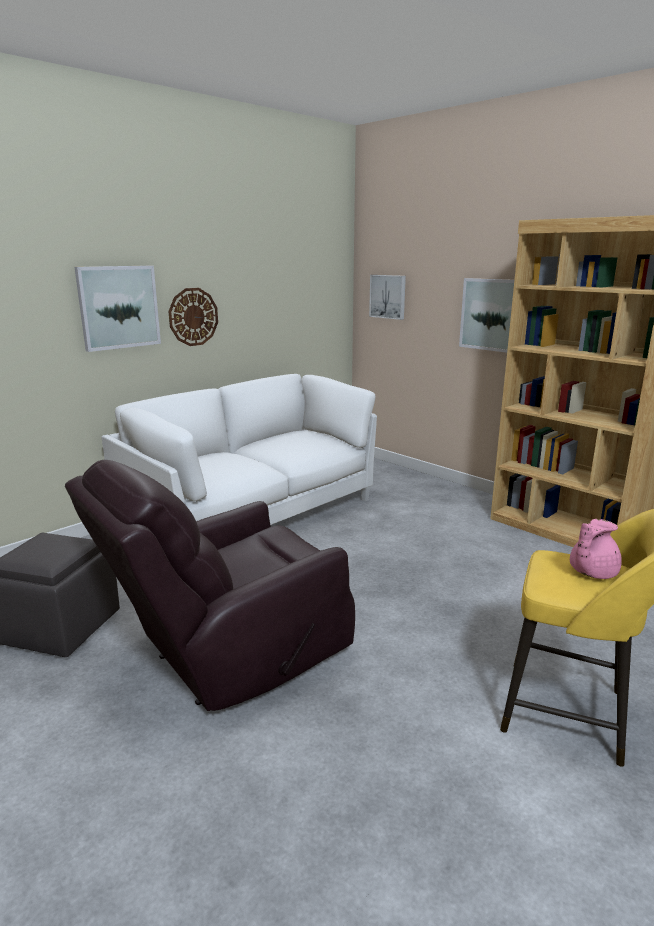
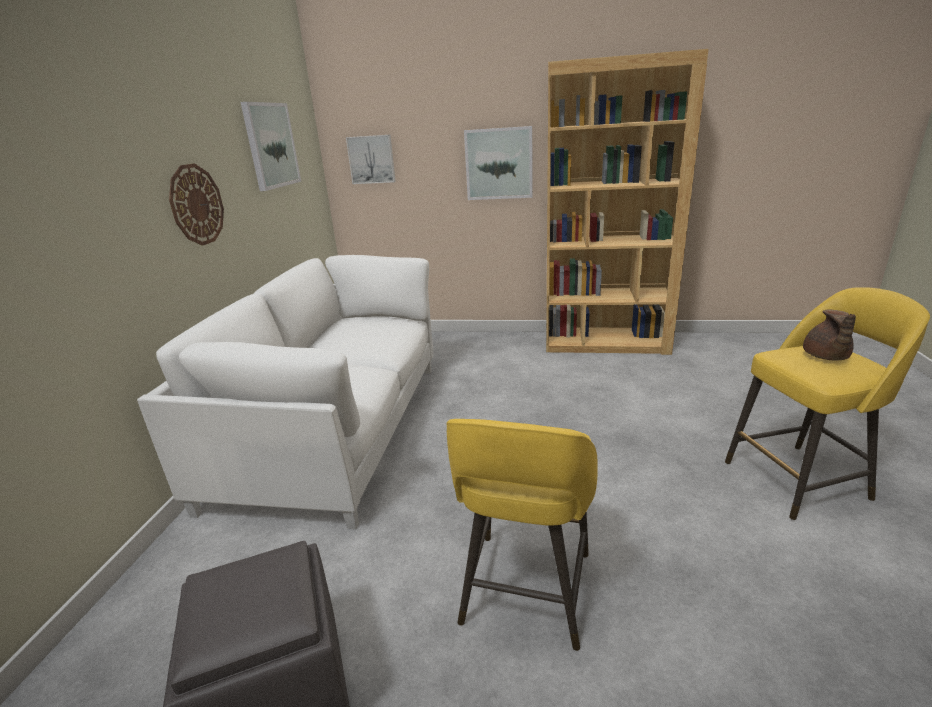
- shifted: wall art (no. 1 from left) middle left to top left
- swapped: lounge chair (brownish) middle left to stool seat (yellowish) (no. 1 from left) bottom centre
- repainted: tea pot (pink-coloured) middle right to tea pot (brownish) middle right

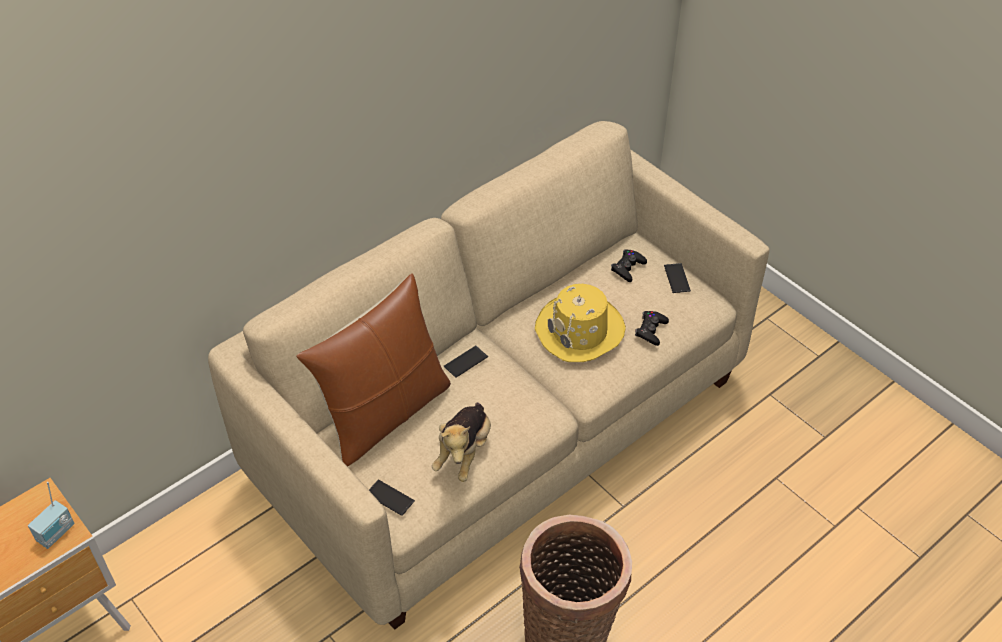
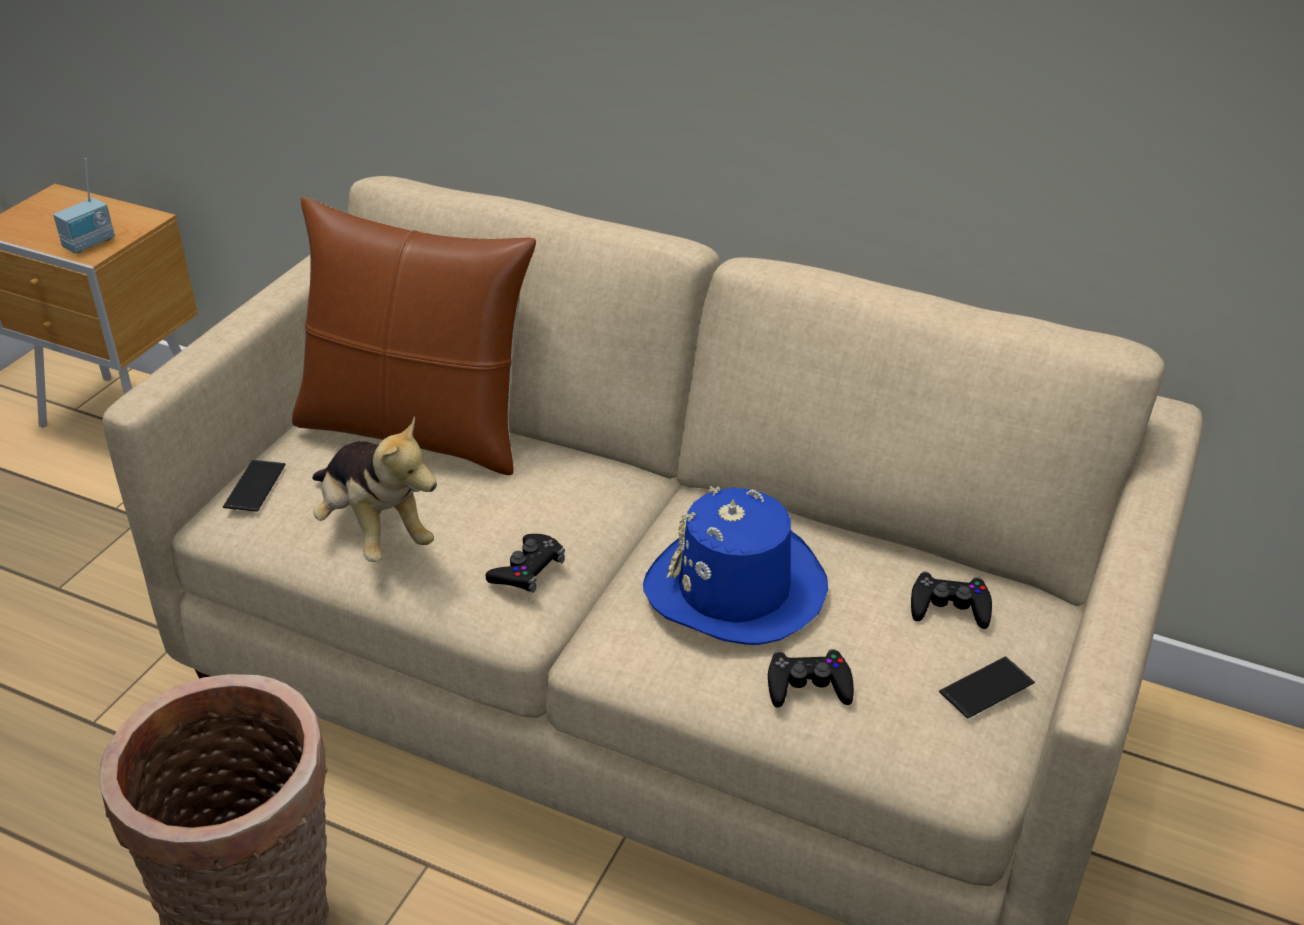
- repainted: clothing hat (yellowish) centre to clothing hat (bluish) centre
- gone: phone (no. 2 from left) centre
- rotated: soft toy bottom centre = middle left 120 degrees counterclockwise
- rotated: radio set bottom left = top left 60 degrees counterclockwise
- new: game controller (black) (no. 1 from left) centre

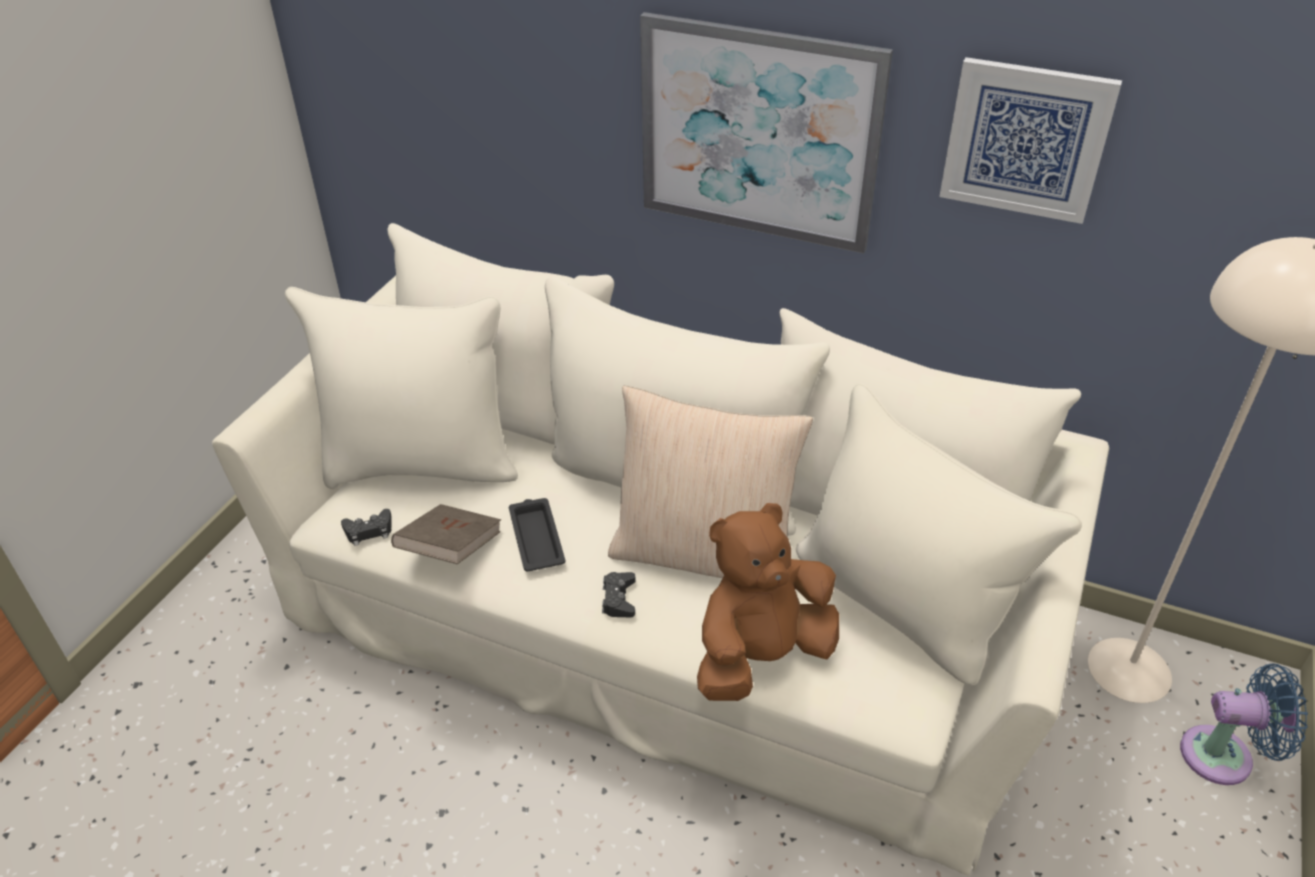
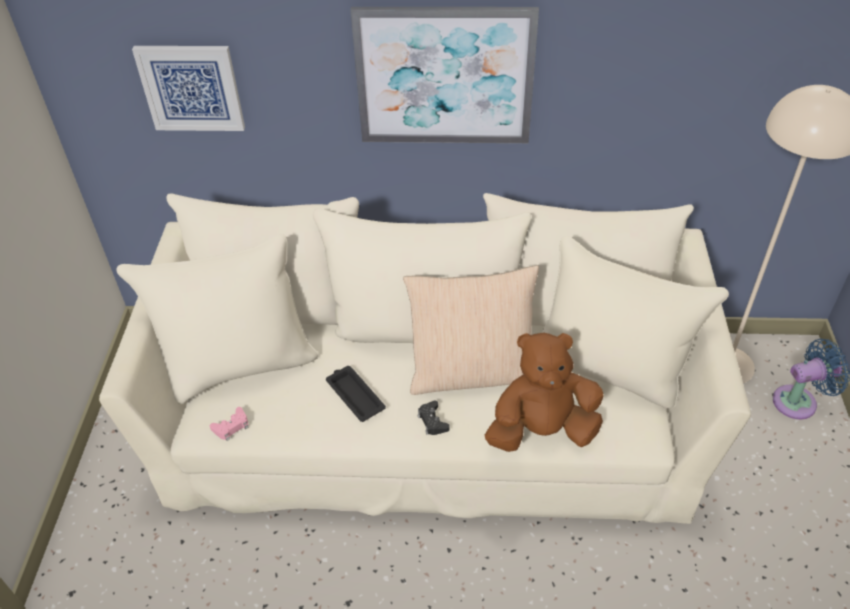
- shifted: wall art (no. 2 from left in the first image) top right to wall art (no. 1 from left) top left
- rotated: soft toy (brownish) bottom centre = centre 45 degrees clockwise
- gone: bound book (brownish) centre
- repainted: game controller (black) (no. 1 from left) middle left to game controller (pink-coloured) bottom left

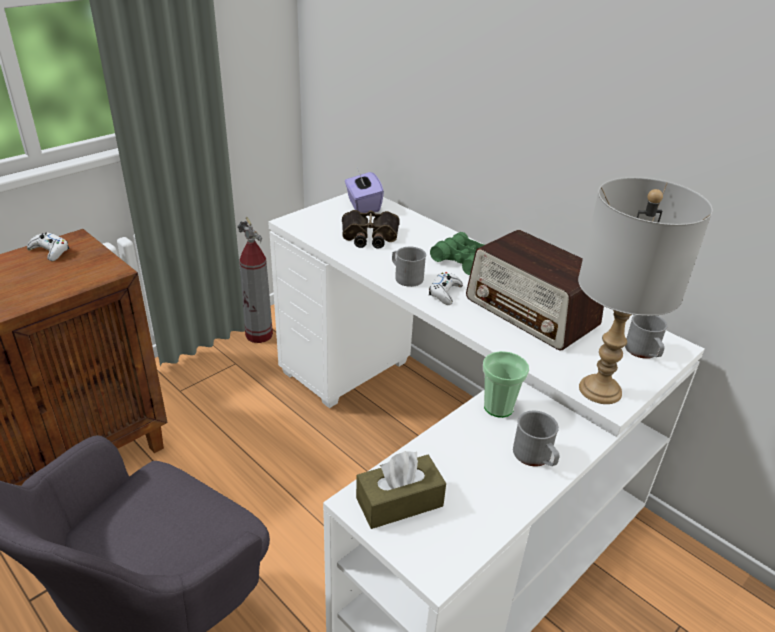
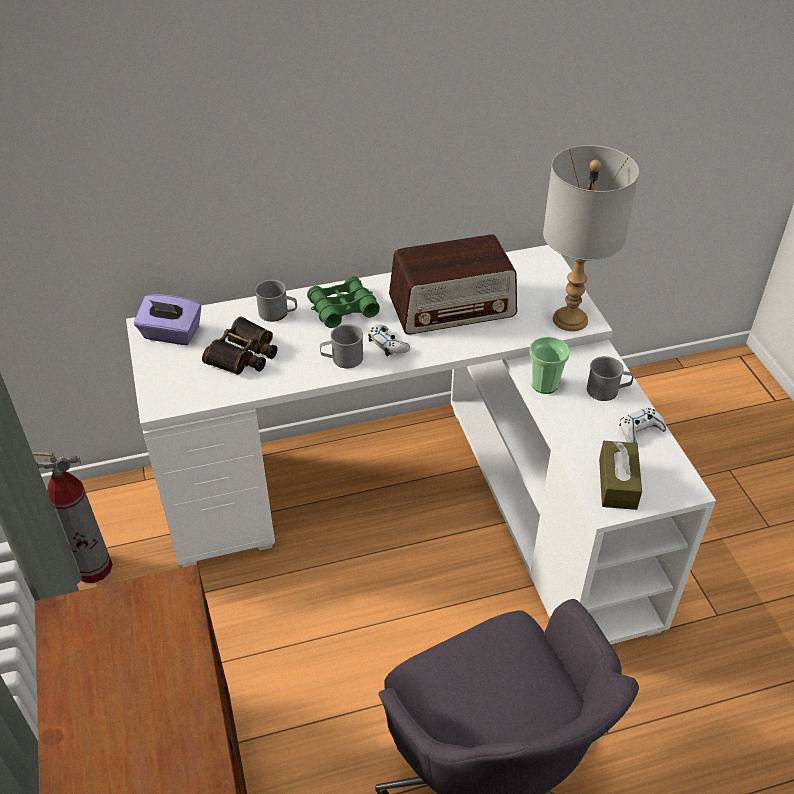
- shifted: game controller (white) (no. 1 from left in the first image) middle left to game controller (white) (no. 2 from left) middle right
- shifted: tea mug (gray) (no. 3 from left in the first image) middle right to tea mug (gray) (no. 1 from left) centre

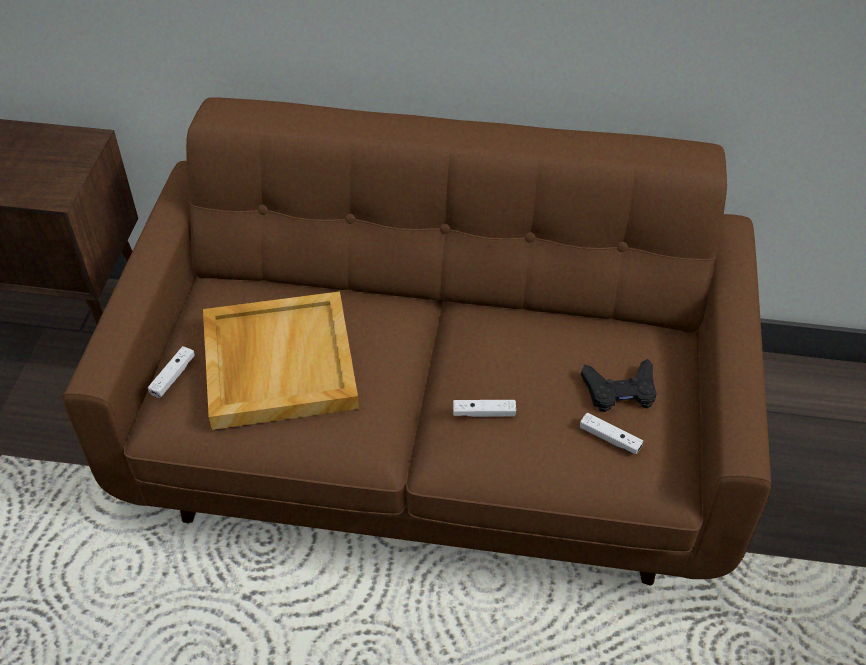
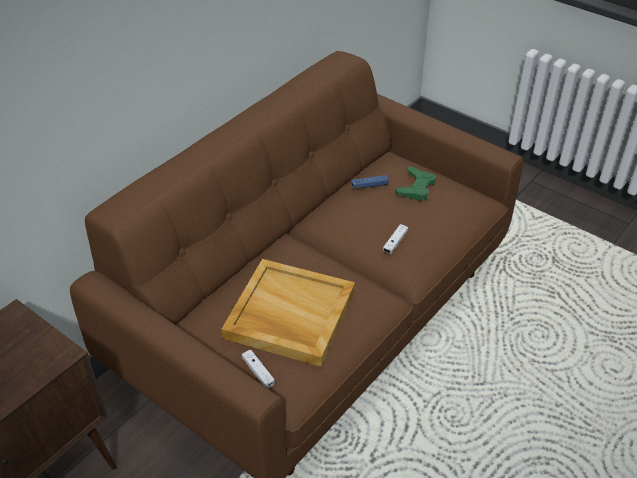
- repainted: game controller (black) middle right to game controller (greenish) centre
- gone: game controller (white) (no. 3 from left) middle right
- new: game controller (bluish) centre

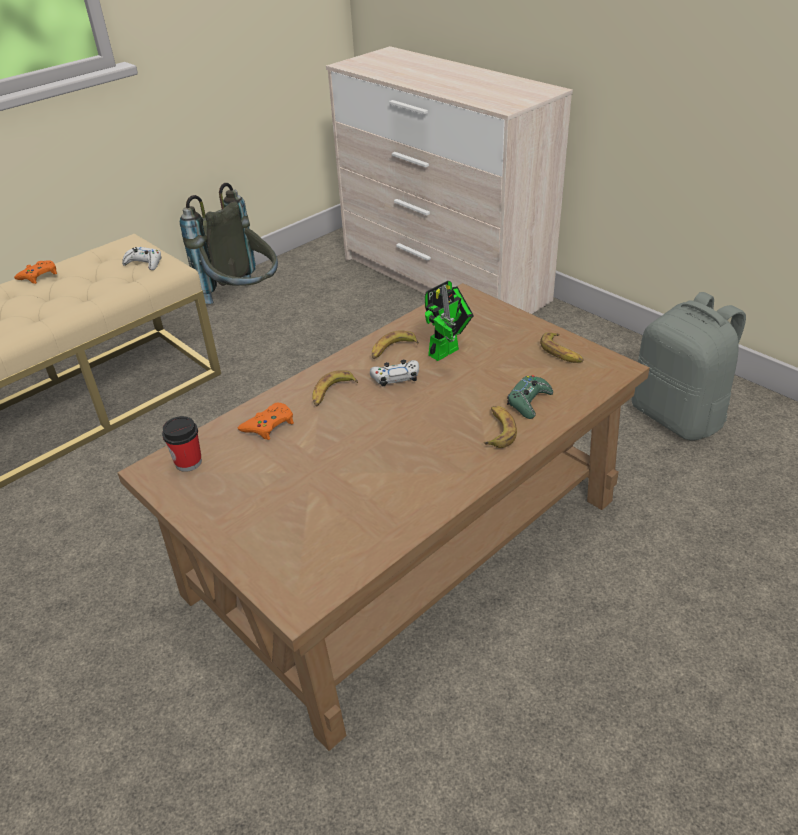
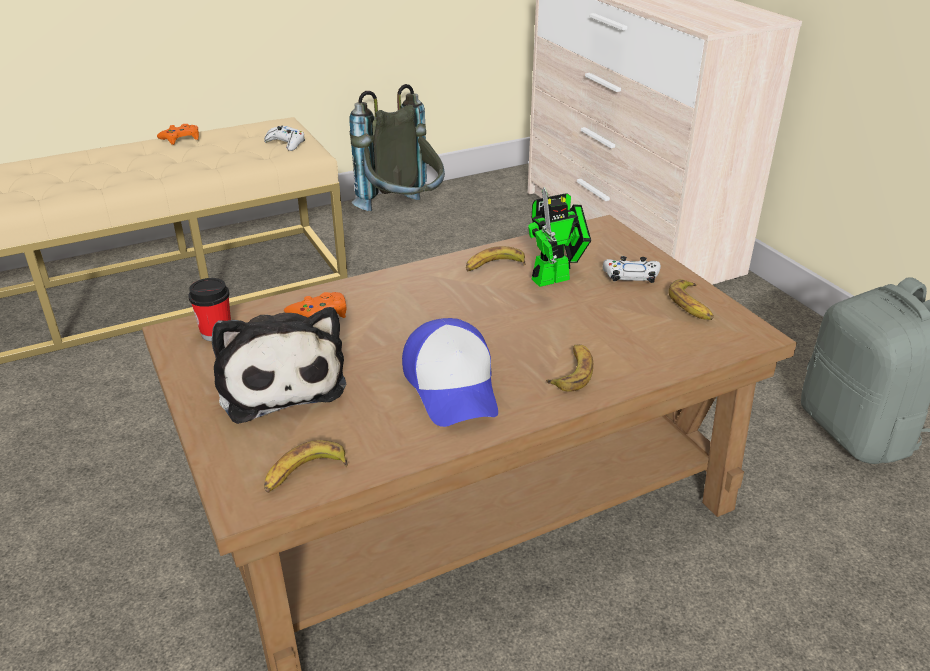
- shifted: game controller (white) (no. 2 from left) centre to middle right
- shifted: whole banana (no. 1 from left) centre to bottom left
- gone: game controller (greenish) centre
- new: soft toy middle left
- new: cap centre

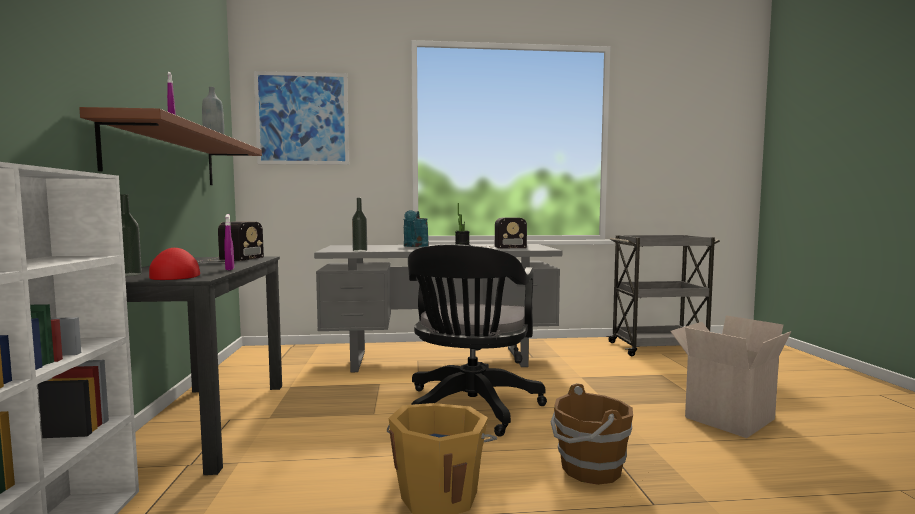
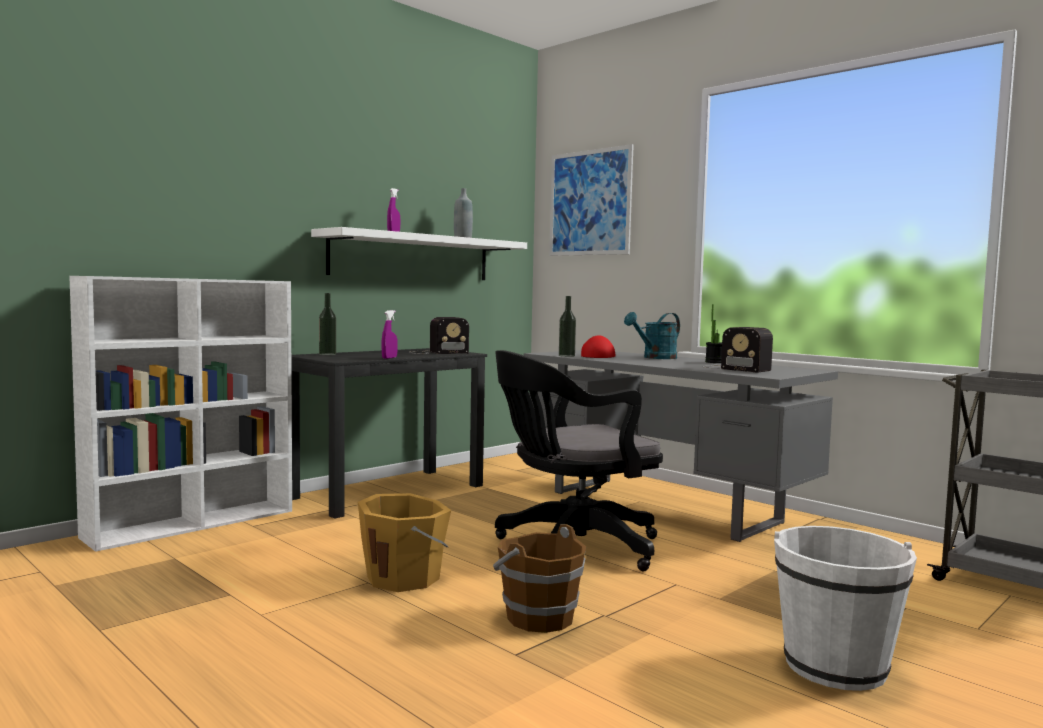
- repainted: wall shelf (brownish) top left to wall shelf (white) centre
- shifted: cap (red) middle left to centre
- swapped: cardboard box bottom right to pail (white) bottom right

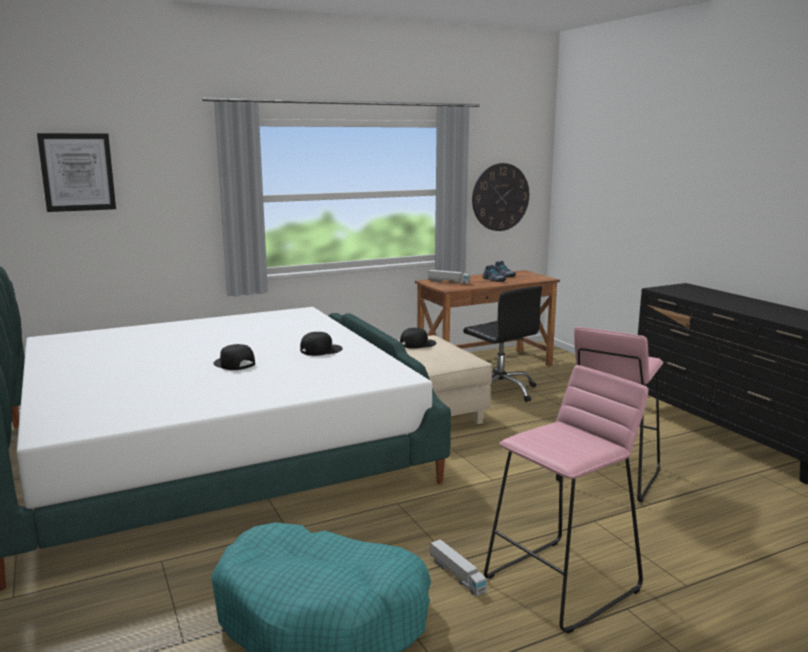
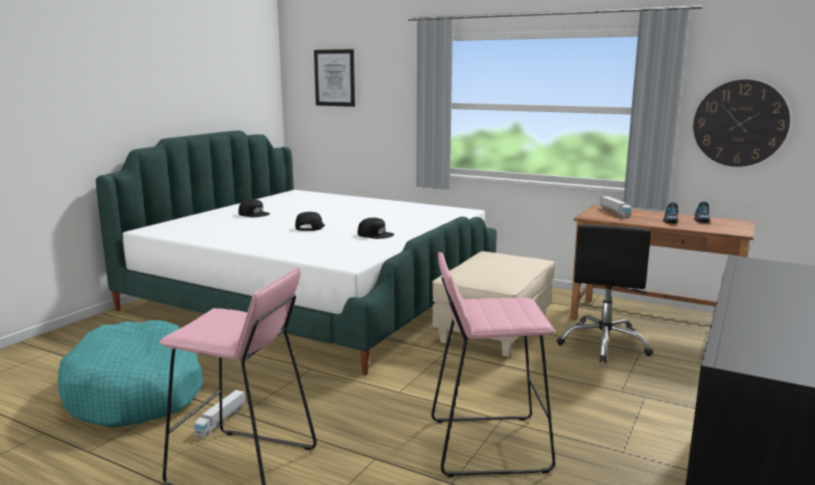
- shifted: cap (black) (no. 3 from left in the first image) centre to cap (black) (no. 1 from left) middle left

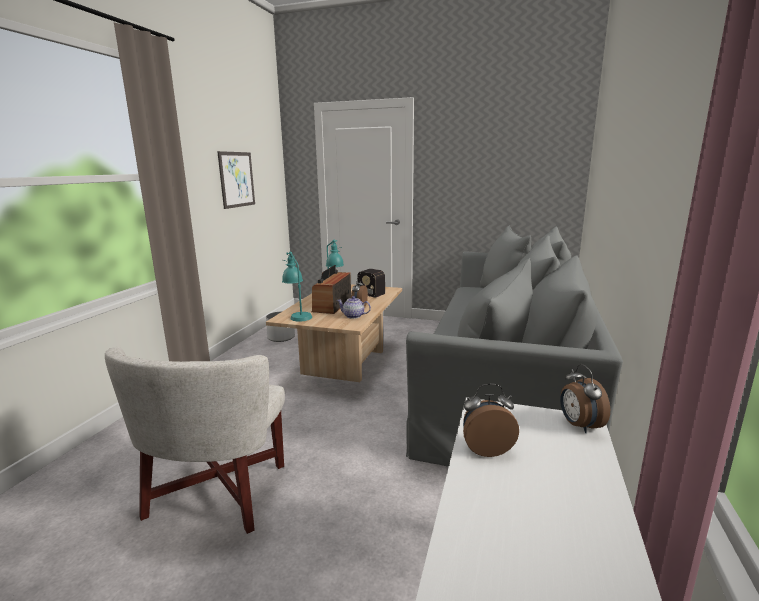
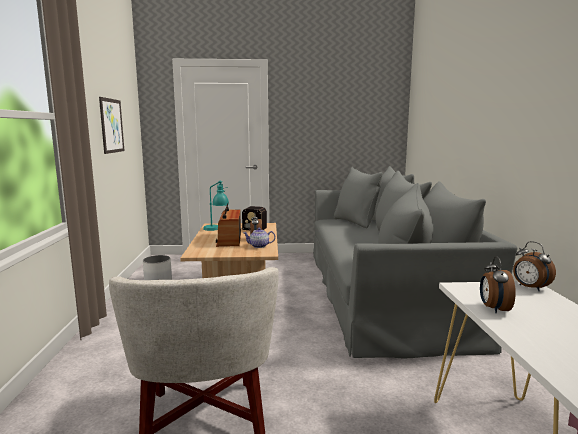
- gone: tabletop lamp (turquoise) (no. 1 from left) centre
- rotated: bedside clock (no. 2 from left) bottom centre = middle right 60 degrees counterclockwise

